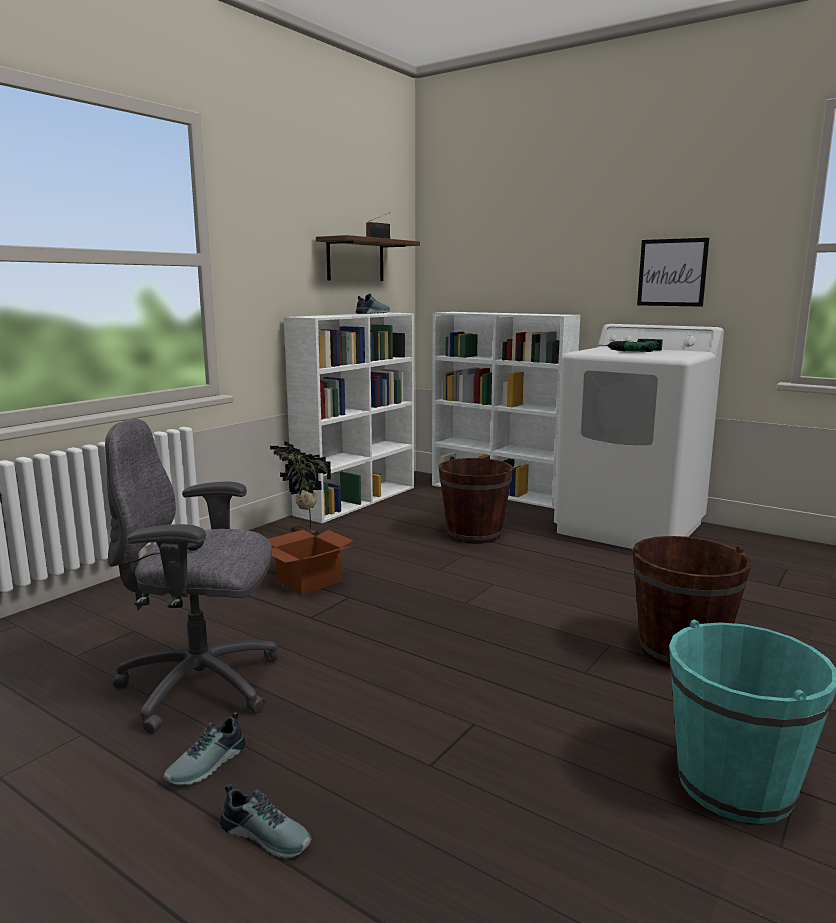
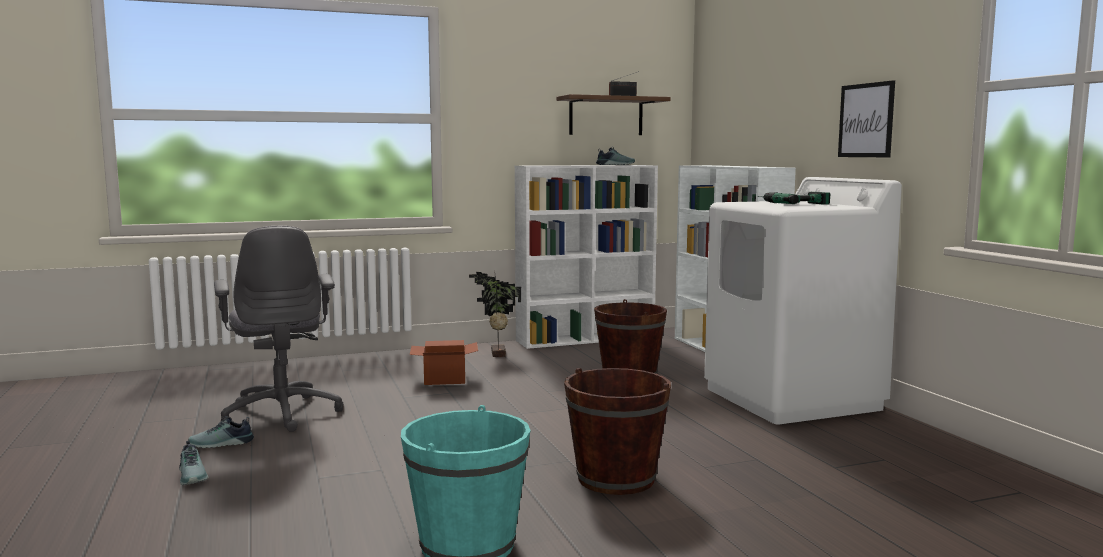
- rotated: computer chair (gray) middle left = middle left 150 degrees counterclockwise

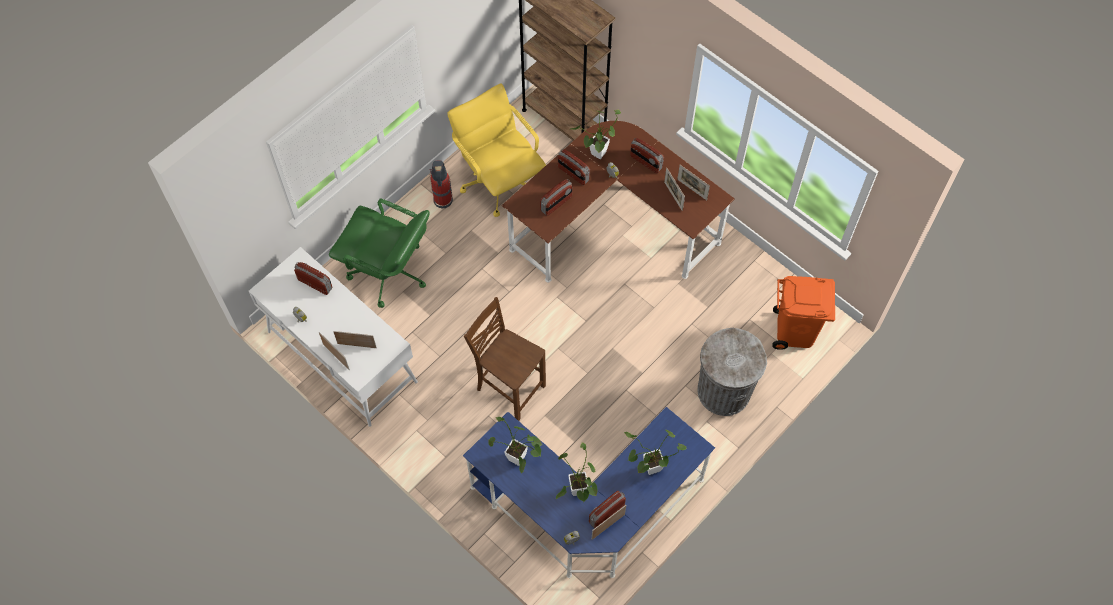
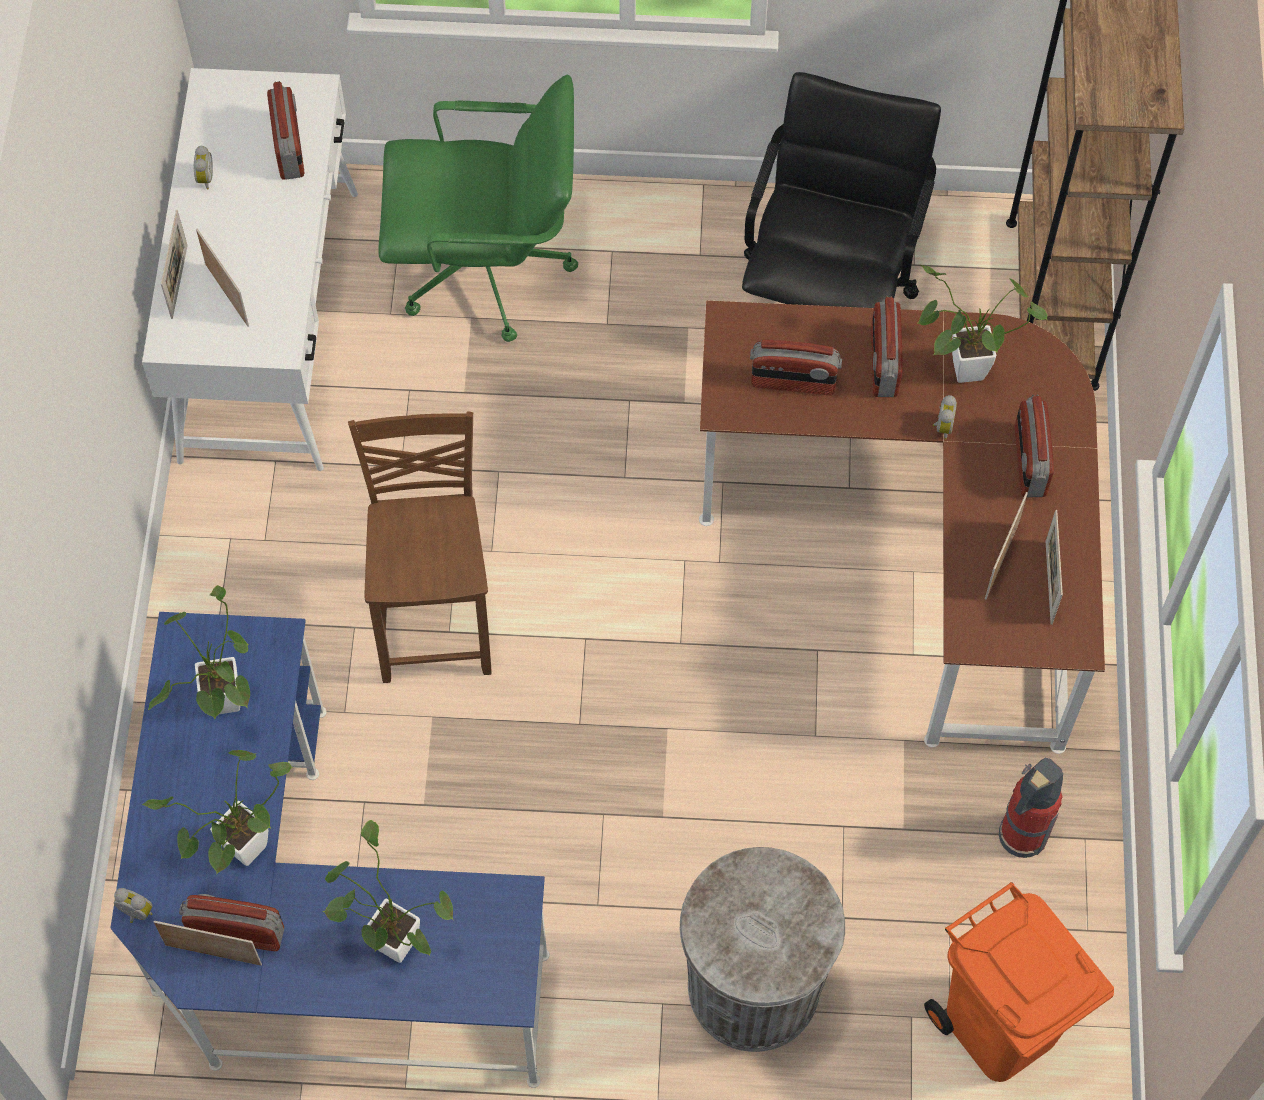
- repainted: computer chair (yellowish) top centre to computer chair (black) top centre
- shifted: extinguisher top centre to bottom right
- rotated: computer chair (greenish) centre = top centre 75 degrees counterclockwise

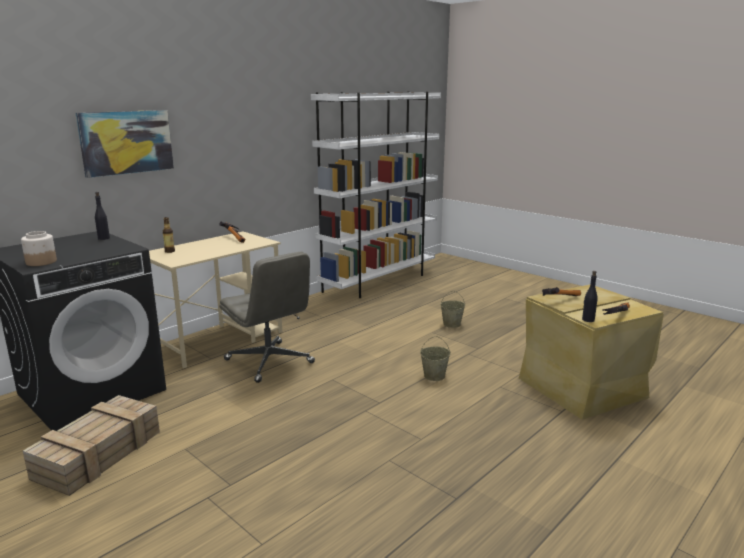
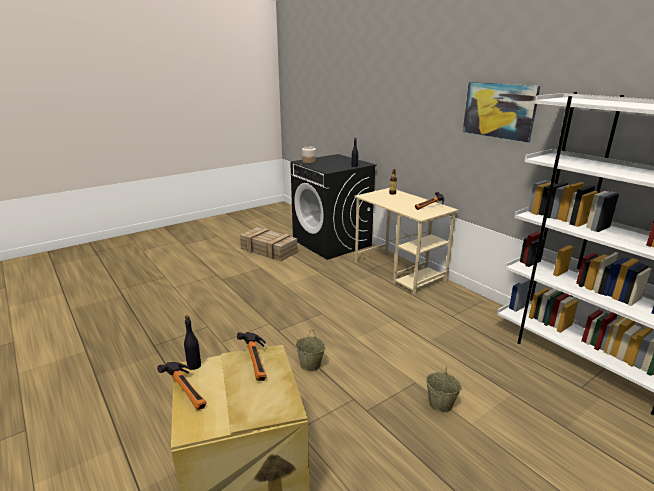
- shifted: wall art top left to top right
- gone: computer chair (gray) centre

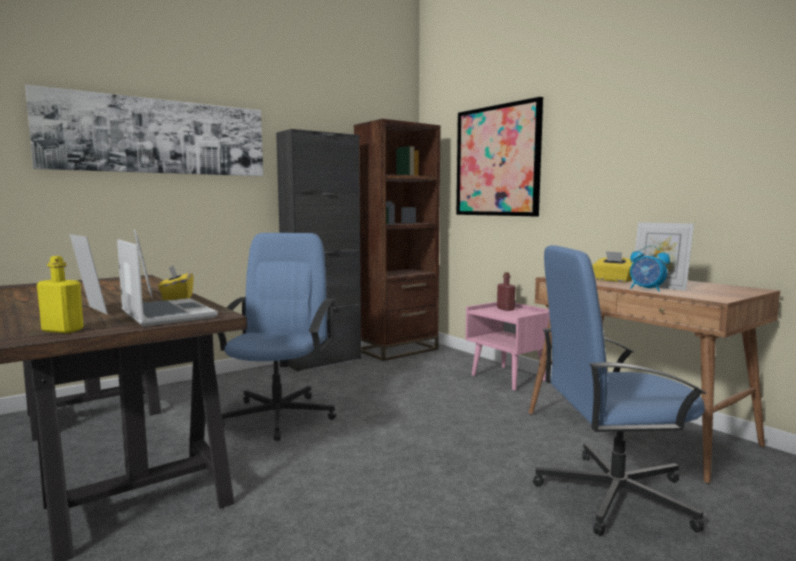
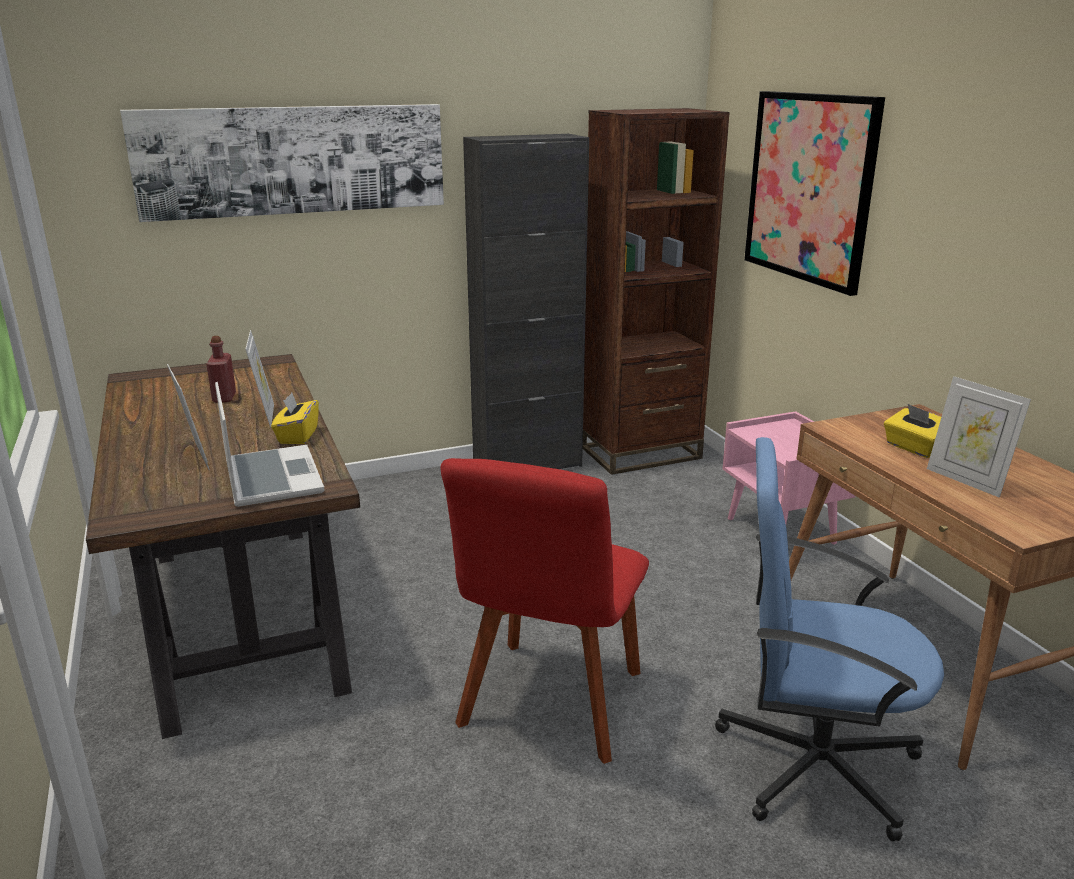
- gone: computer chair (bluish) (no. 1 from left) centre
- gone: bedside clock middle right
- gone: beverage bottle (yellowish) middle left
- shifted: beverage bottle (red) centre to middle left
- new: plain chair (red) bottom centre

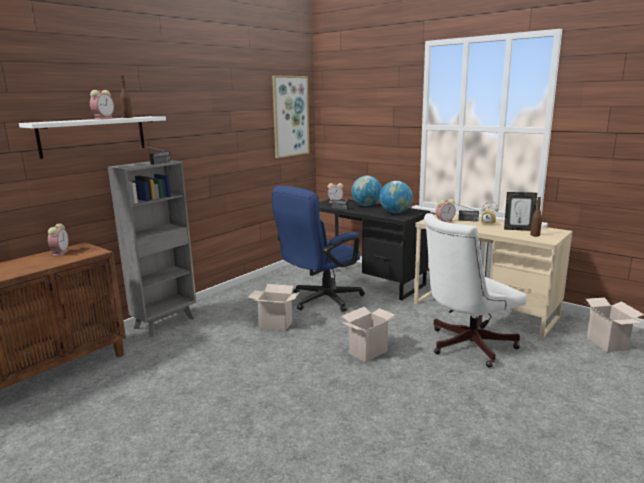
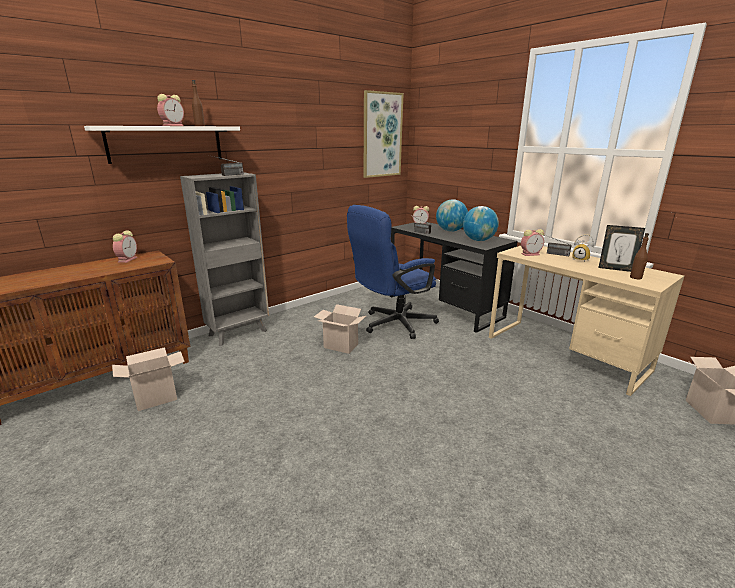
- gone: computer chair (white) middle right
- shifted: cardboard box (no. 2 from left in the first image) bottom centre to cardboard box (no. 1 from left) middle left

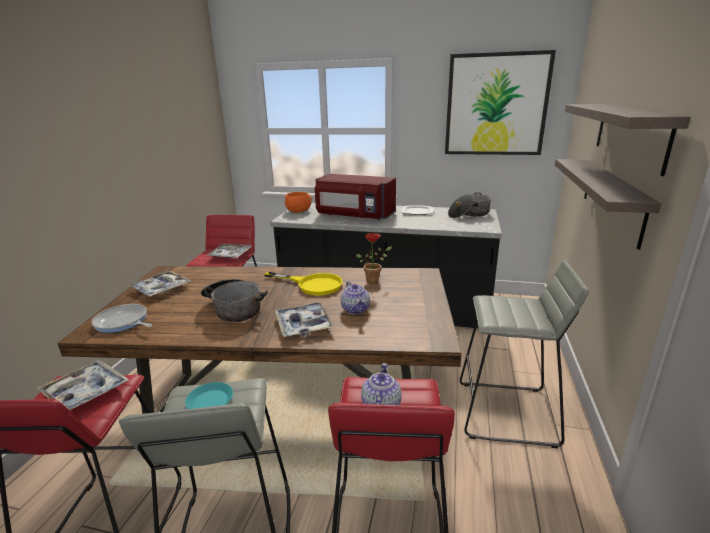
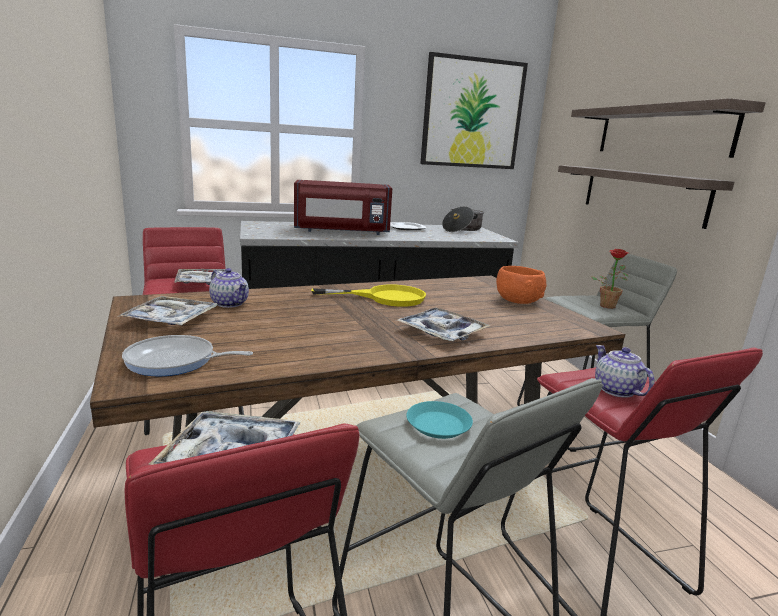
- shifted: deep dish (orangey) centre to middle right
- shifted: potted plant centre to middle right
- gone: cooking pot (no. 1 from left) middle left
- shifted: tea pot (no. 1 from left) centre to middle left

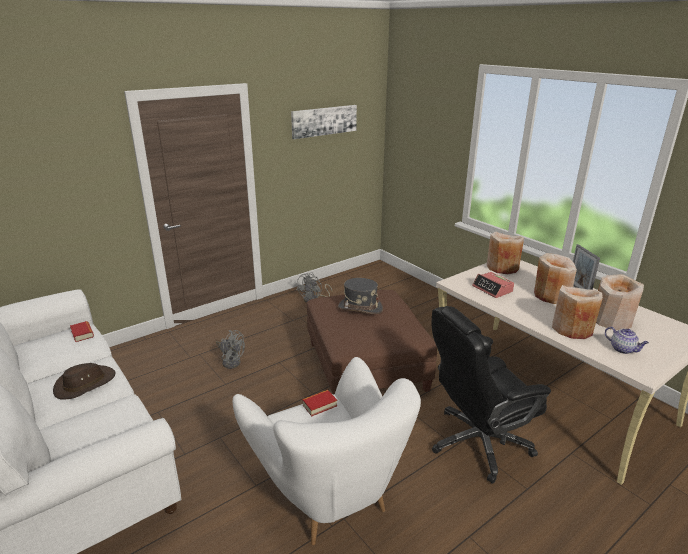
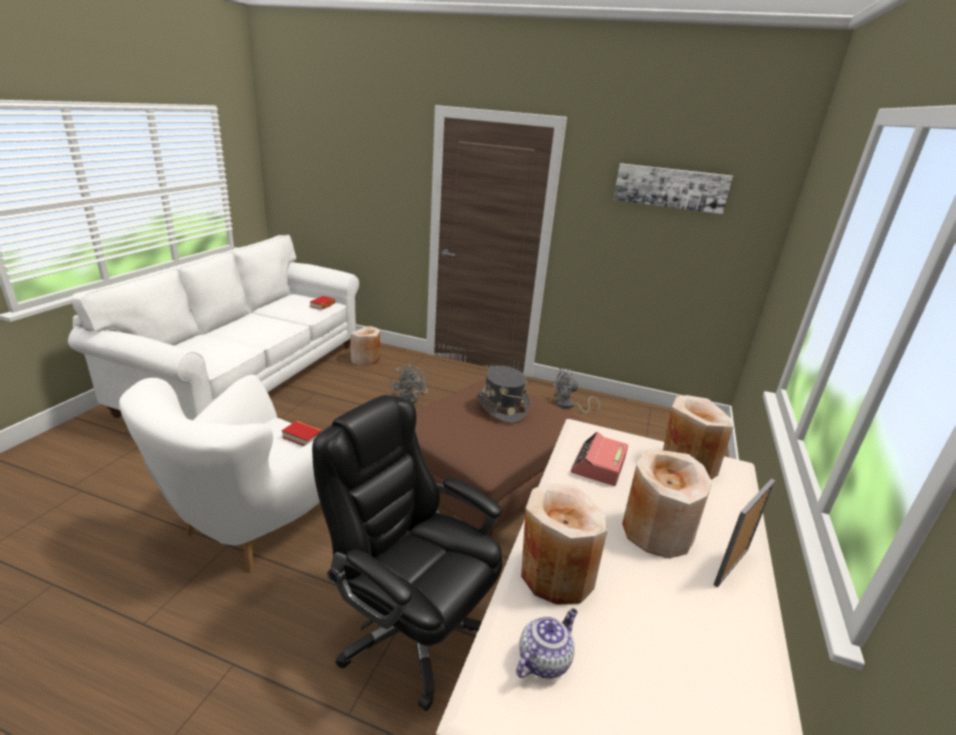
- shifted: flower vase (beige) (no. 4 from left in the first image) middle right to flower vase (beige) (no. 1 from left) centre
- rotated: tea pot middle right = bottom centre 150 degrees counterclockwise
- gone: clothing hat (brownish) bottom left

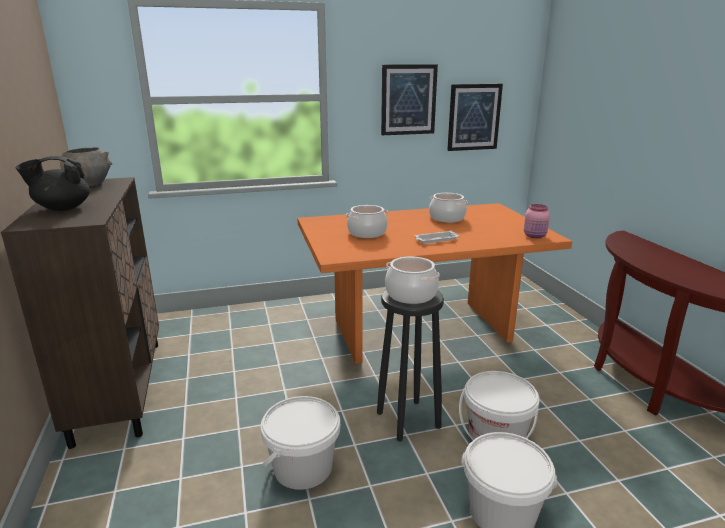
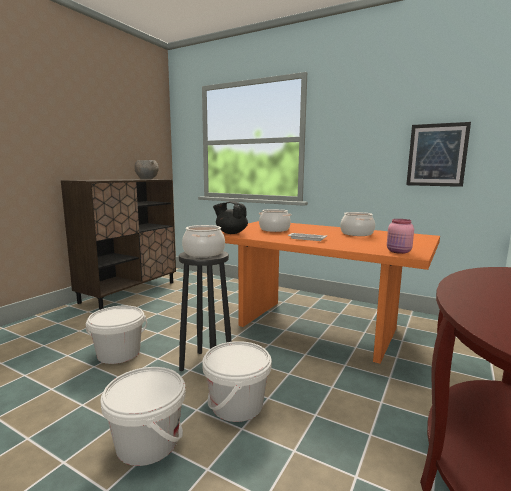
- gone: wall art (no. 1 from left) top centre
- shifted: tea pot (black) middle left to centre

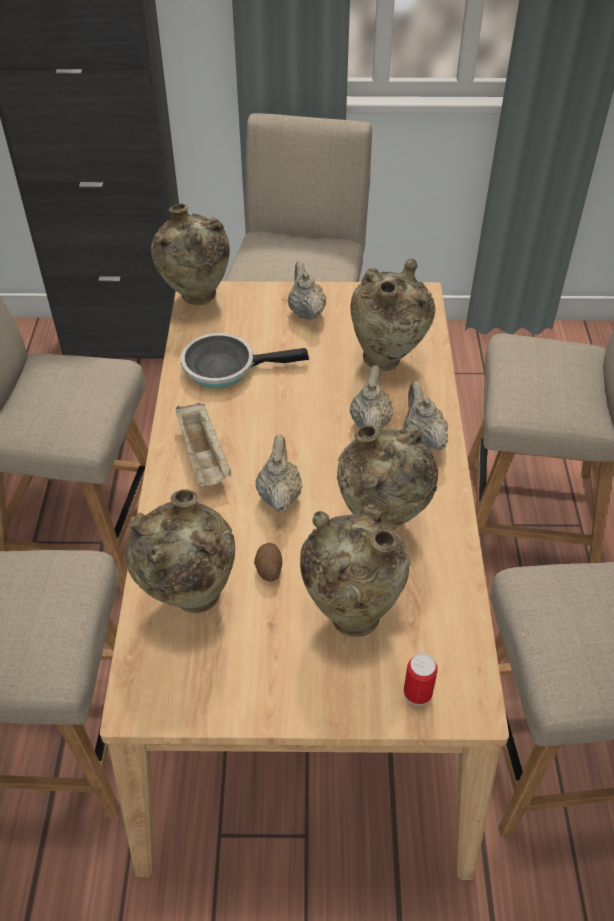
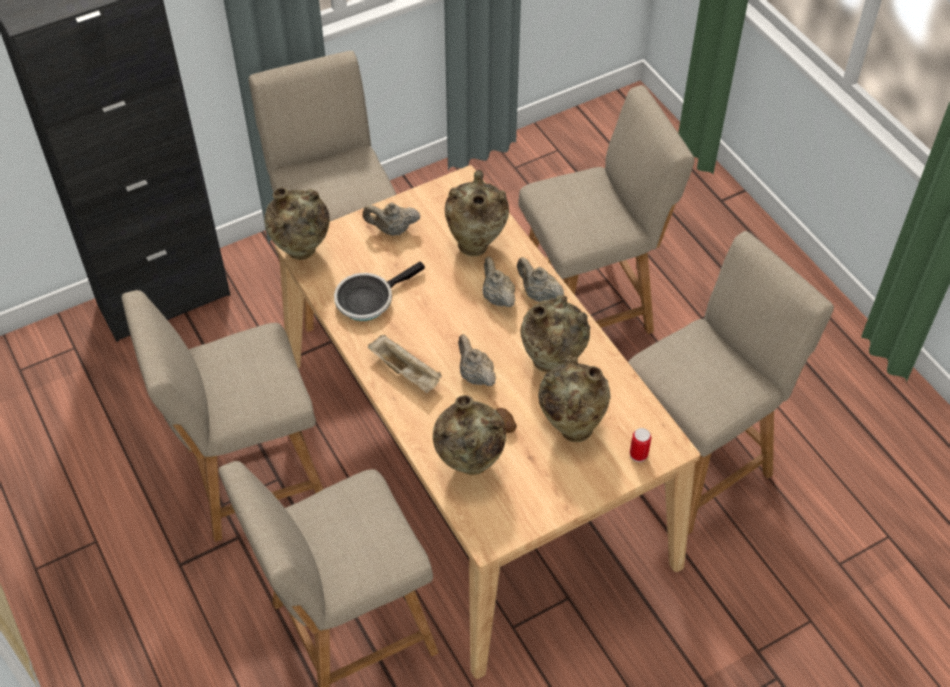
- rotated: tea pot (beige) (no. 2 from left in the first image) top centre = top centre 45 degrees counterclockwise

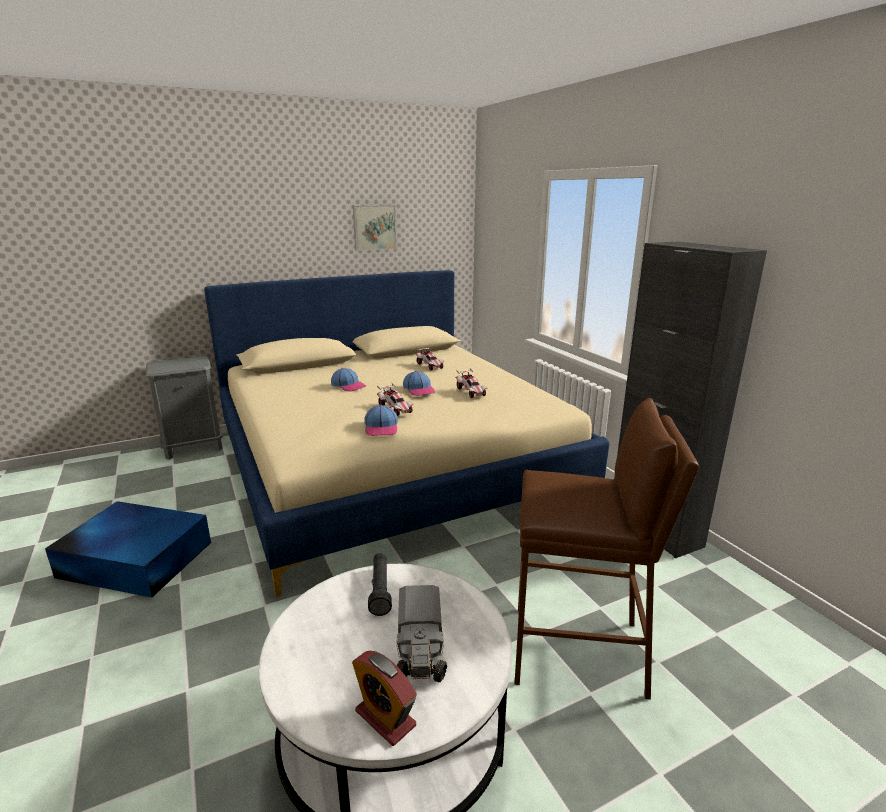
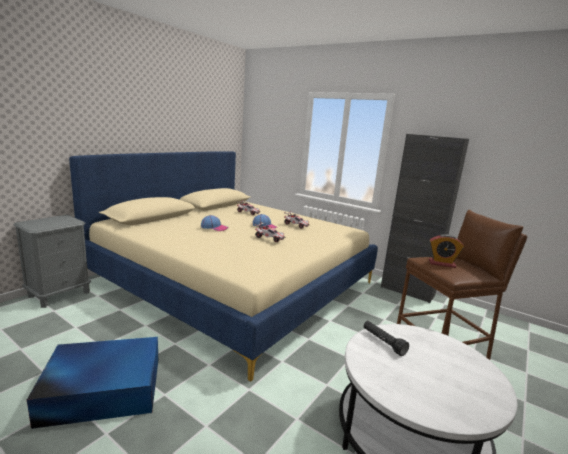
- gone: wall art top centre
- gone: cap (no. 2 from left) centre
- gone: toy truck bottom centre
- shifted: bedside clock bottom centre to middle right

